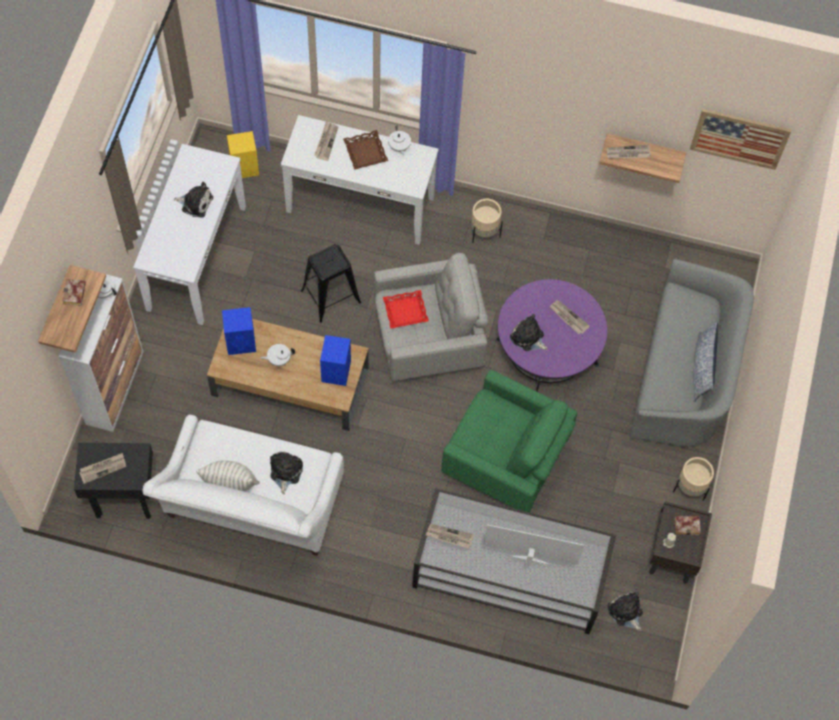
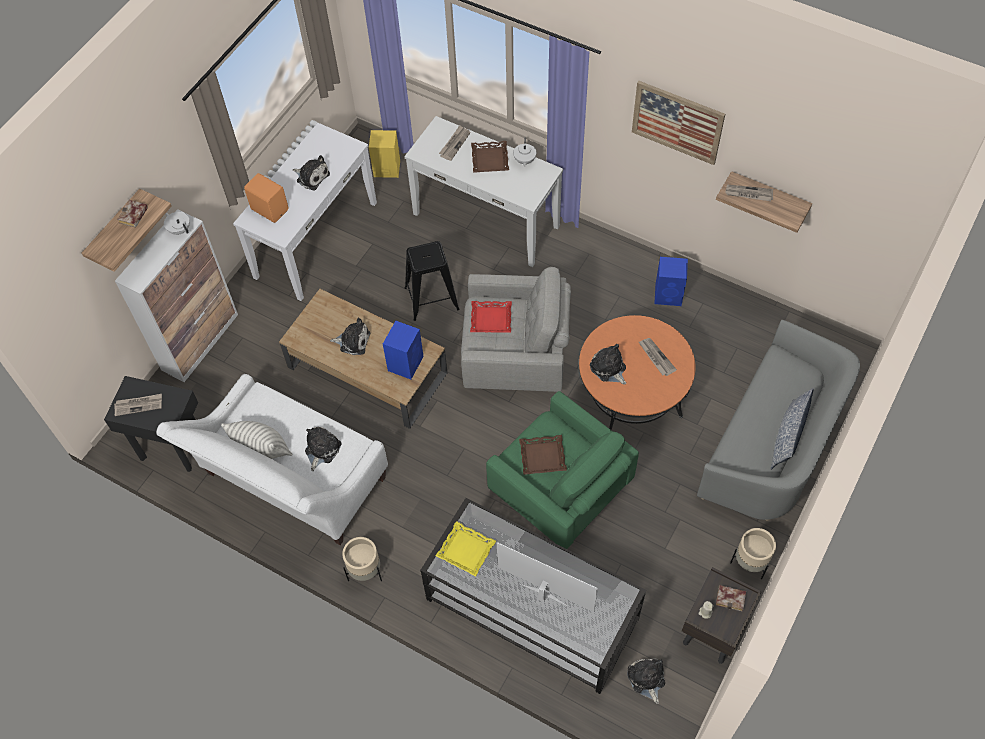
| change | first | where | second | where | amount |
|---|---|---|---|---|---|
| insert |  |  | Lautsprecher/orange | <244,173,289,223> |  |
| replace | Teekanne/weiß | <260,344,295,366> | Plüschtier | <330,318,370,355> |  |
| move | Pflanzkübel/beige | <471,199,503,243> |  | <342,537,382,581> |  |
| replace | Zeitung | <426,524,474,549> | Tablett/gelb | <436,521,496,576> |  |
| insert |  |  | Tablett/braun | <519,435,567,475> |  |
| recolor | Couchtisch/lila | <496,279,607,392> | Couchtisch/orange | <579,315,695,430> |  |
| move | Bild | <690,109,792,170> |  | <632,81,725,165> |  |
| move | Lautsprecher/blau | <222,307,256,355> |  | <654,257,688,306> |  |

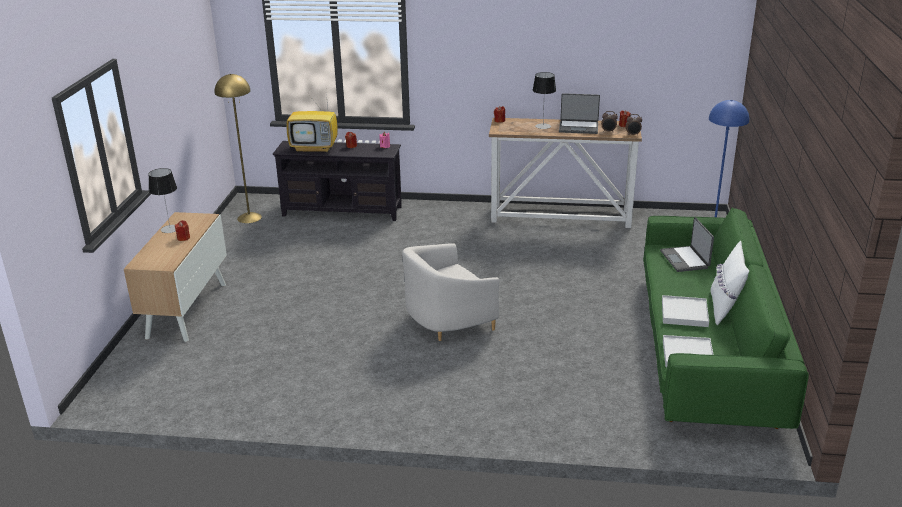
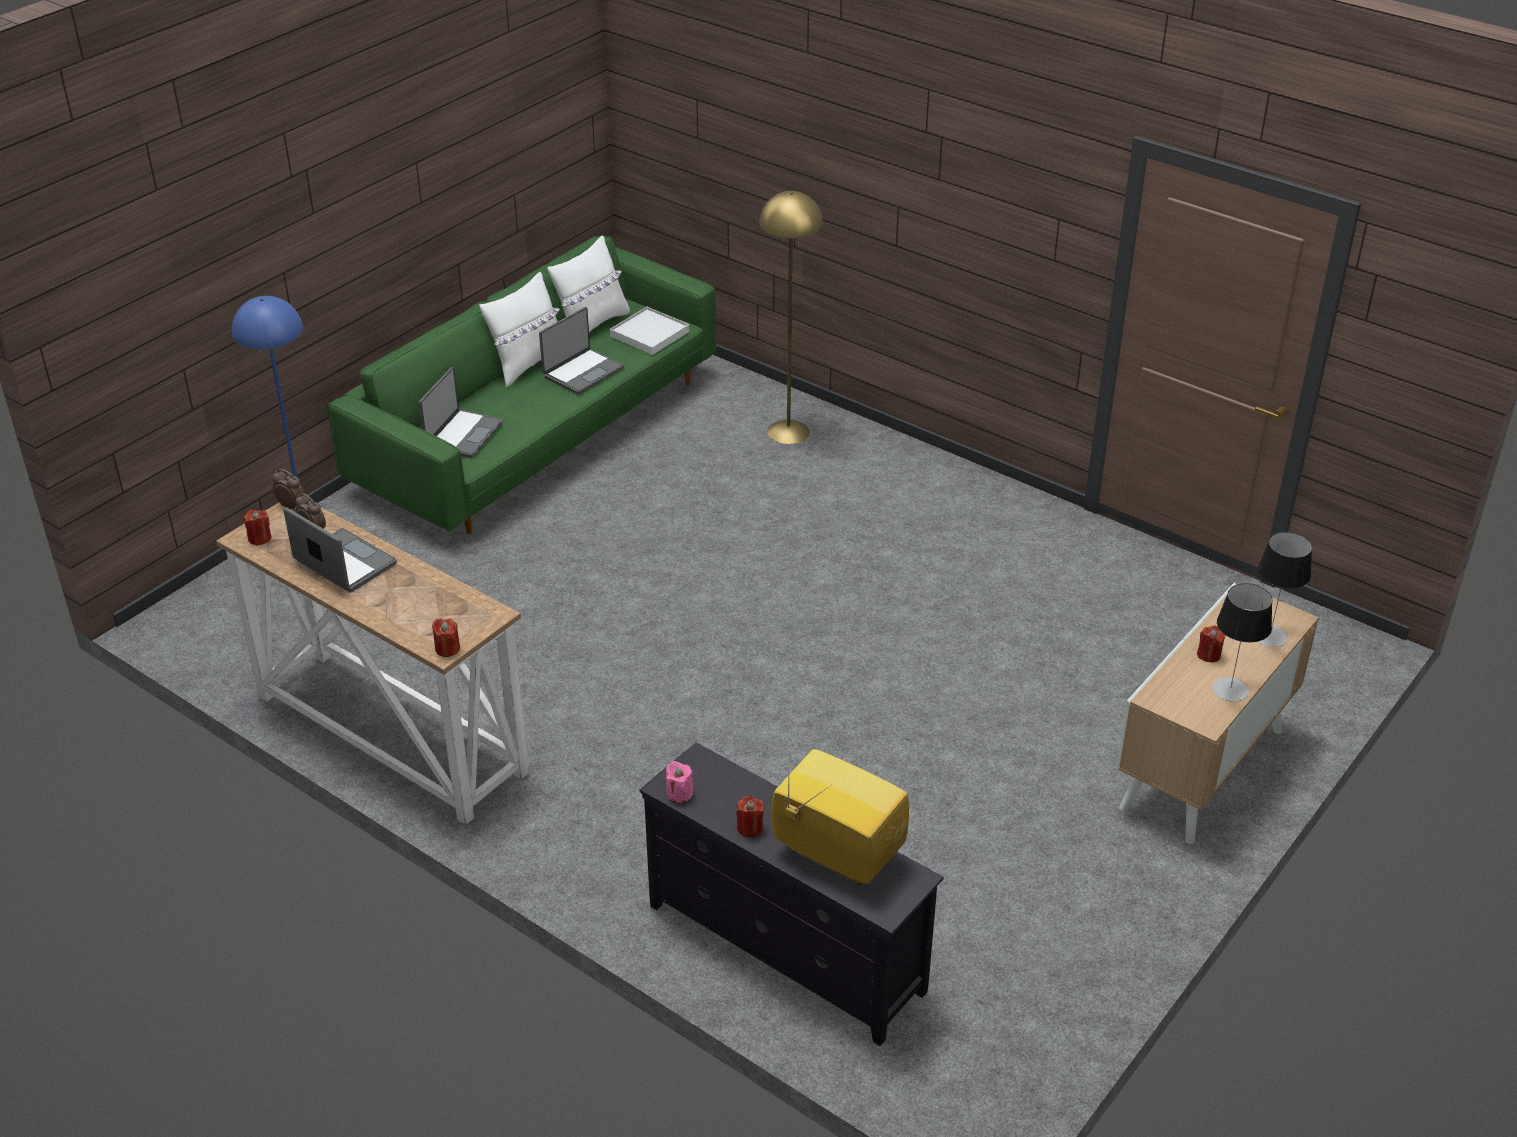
| change | first | where | second | where | amount |
|---|---|---|---|---|---|
| replace | Tablett/weiß | <662,295,709,327> | Laptop | <539,307,624,394> |  |
| insert |  |  | Kissen/weiß | <548,236,630,332> |  |
| move | Stehlampe/gelb | <215,74,262,223> |  | <760,191,823,444> |  |
| move | Tischlampe | <533,72,556,129> |  | <1258,532,1312,647> |  |
| delete | Sessel/weiß | <402,243,499,341> |  |  |  |

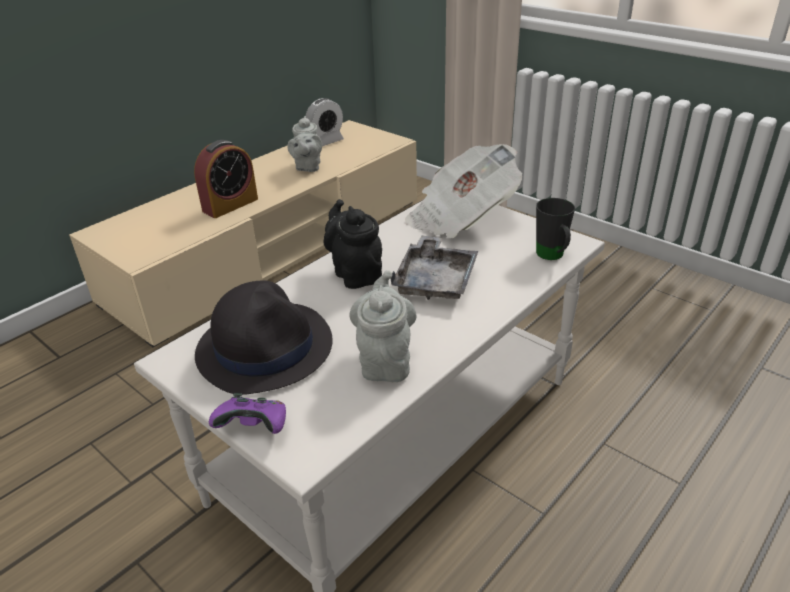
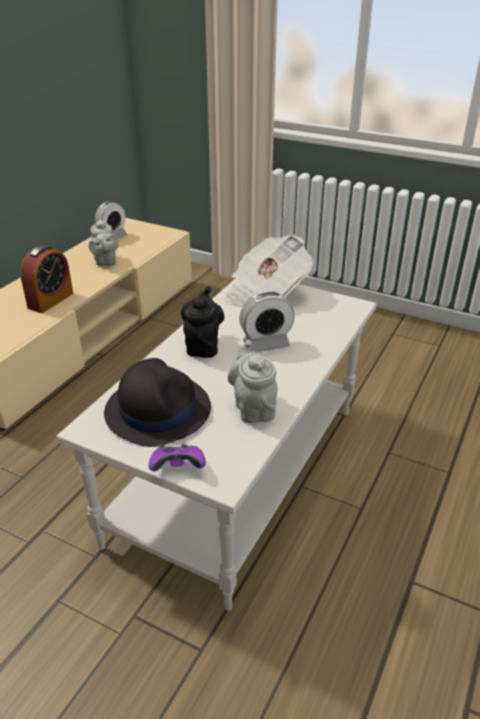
| change | first | where | second | where | amount |
|---|---|---|---|---|---|
| rotate | Teekanne/schwarz | <323,199,382,289> |  | <181,287,224,358> | 45 degrees clockwise |
| replace | Tablett/grau | <390,235,478,300> | Wecker | <239,291,295,352> |  |
| delete | Henkelbecher/schwarz | <536,198,575,260> |  |  |  |

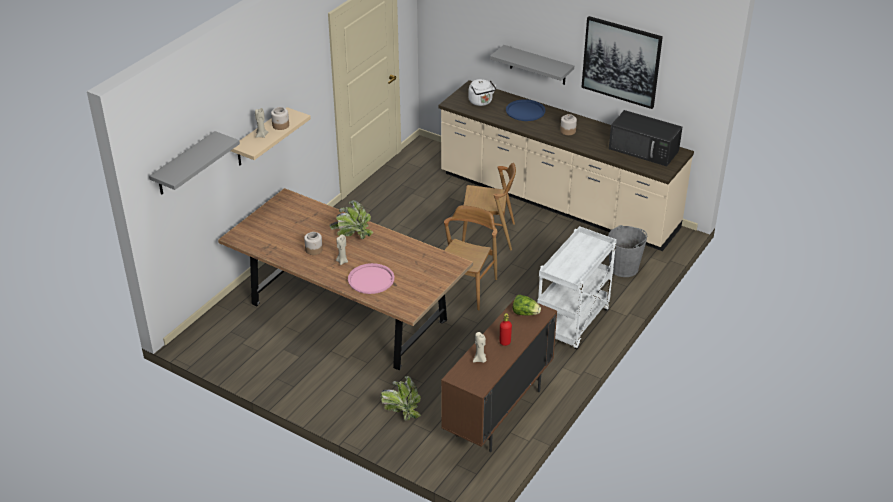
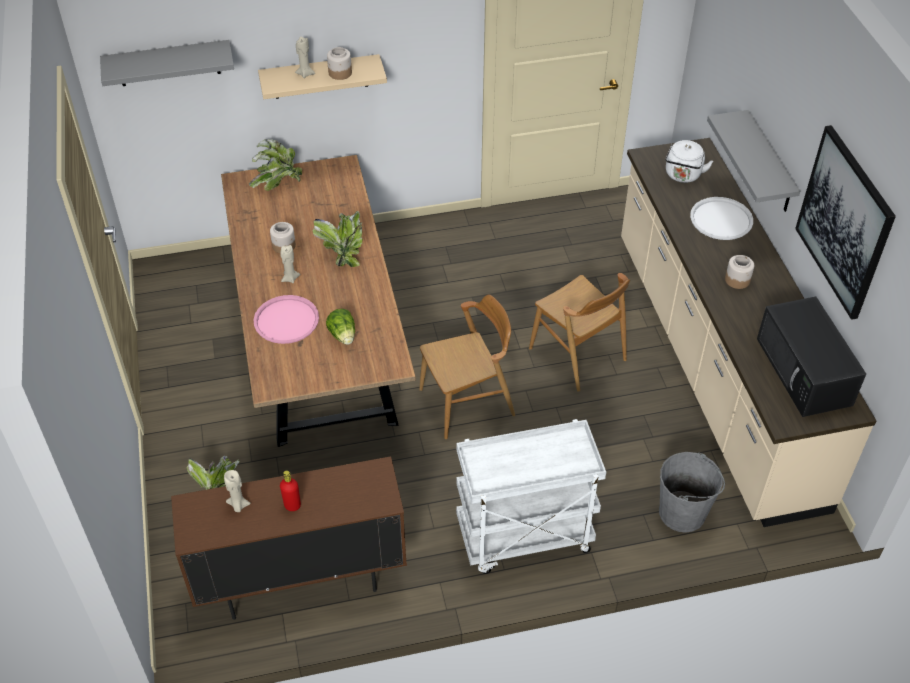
| change | first | where | second | where | amount |
|---|---|---|---|---|---|
| insert |  |  | Topfpflanze | <249,139,303,191> |  |
| move | Salatkopf | <513,294,541,315> |  | <326,309,355,345> |  |
| recolor | Tablett/blau | <506,99,545,121> | Tablett/weiß | <690,197,753,240> |  |

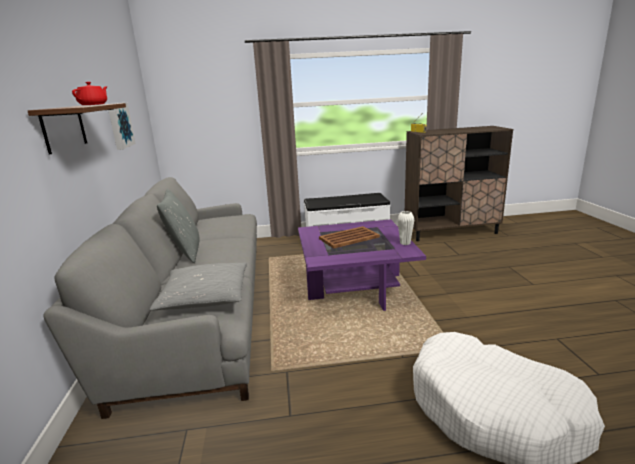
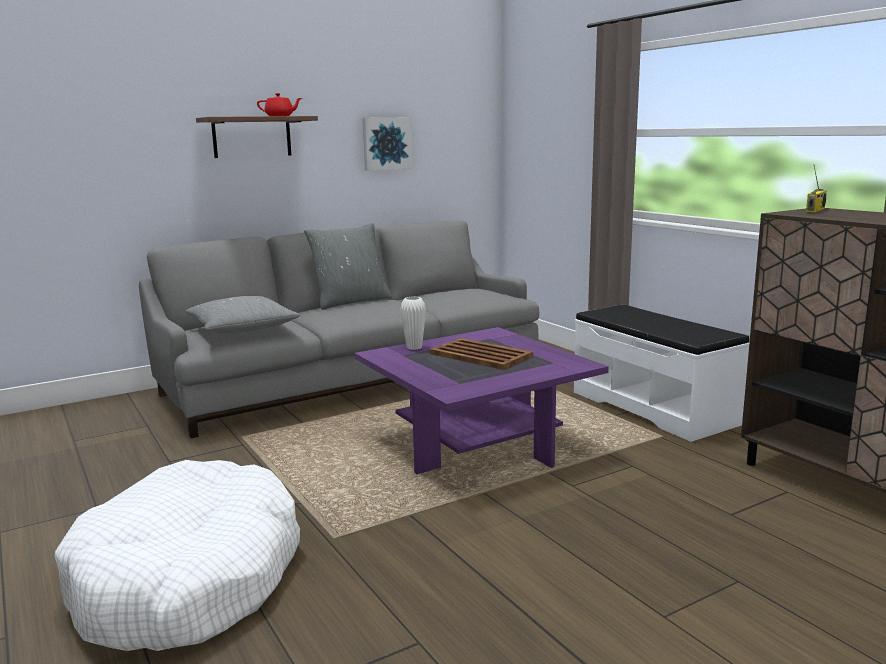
| change | first | where | second | where | amount |
|---|---|---|---|---|---|
| move | Vase/weiß | <397,211,414,245> |  | <400,297,426,350> |  |

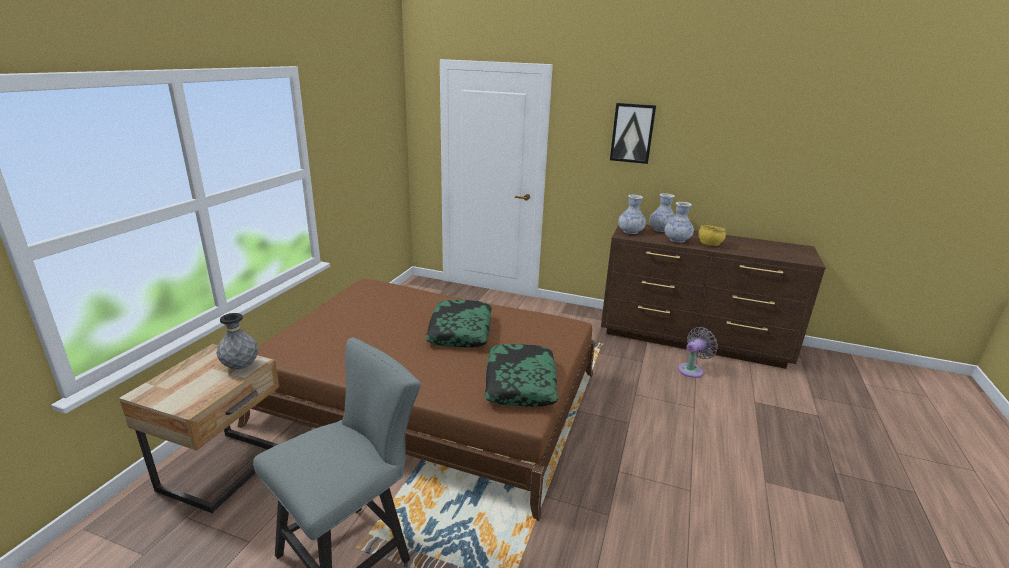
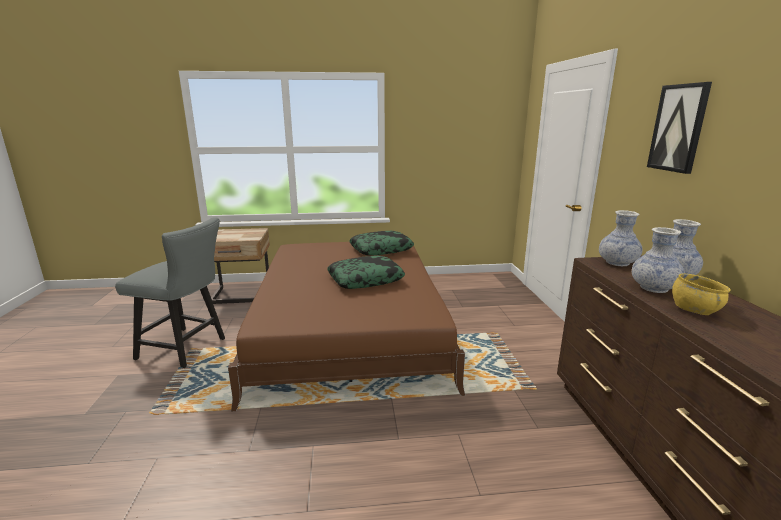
| change | first | where | second | where | amount |
|---|---|---|---|---|---|
| move | Kissen | <485,344,558,407> |  | <349,231,414,256> |  |
| delete | Vase/grau | <216,313,258,370> |  |  |  |
| delete | Ventilator/grau | <678,327,718,378> |  |  |  |

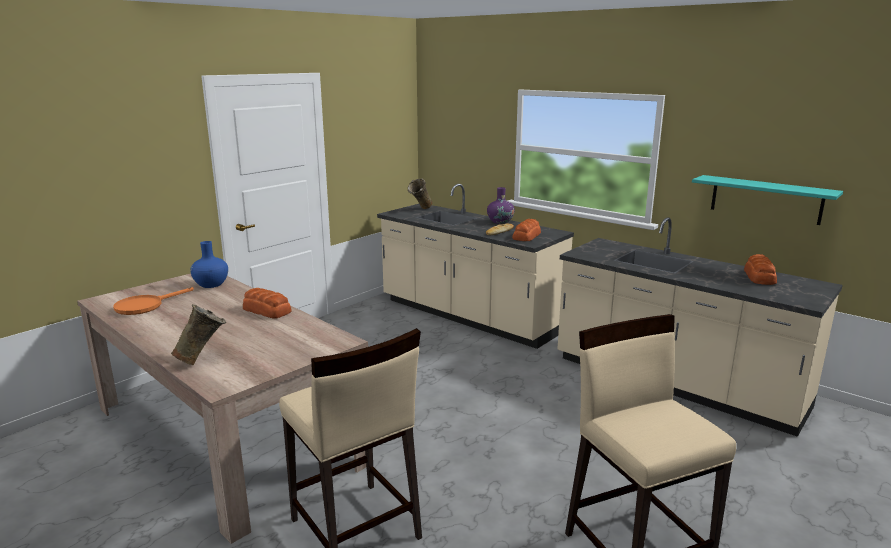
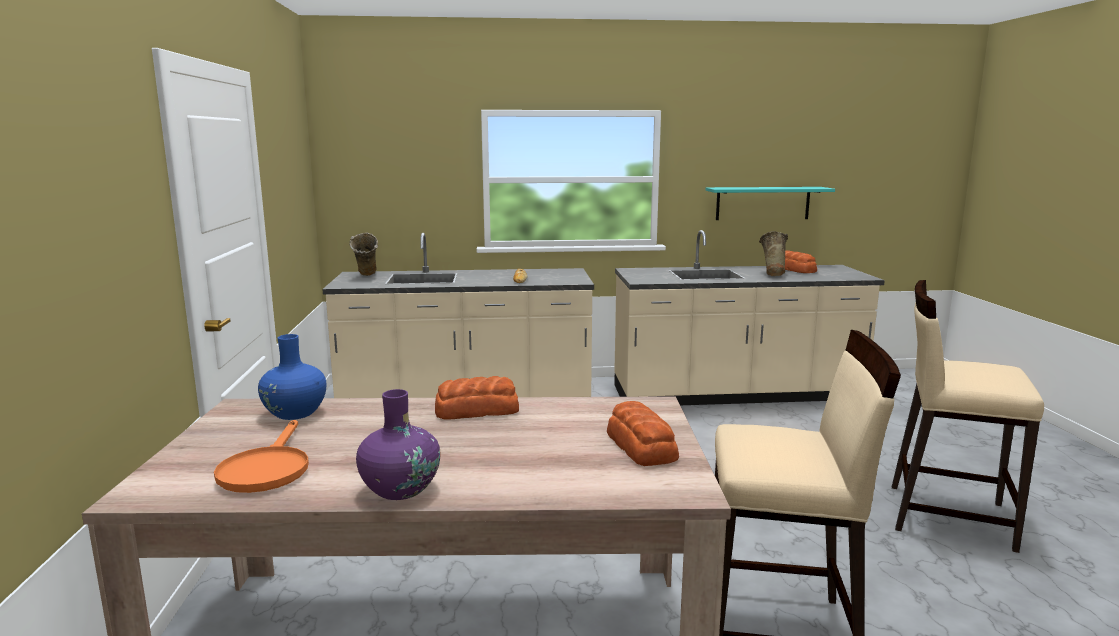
| change | first | where | second | where | amount |
|---|---|---|---|---|---|
| move | Vase/lila | <487,187,515,224> |  | <356,389,440,500> |  |
| move | Brot | <512,219,541,241> |  | <607,401,679,466> |  |
| move | Vase/beige | <171,304,226,365> |  | <759,231,788,276> |  |

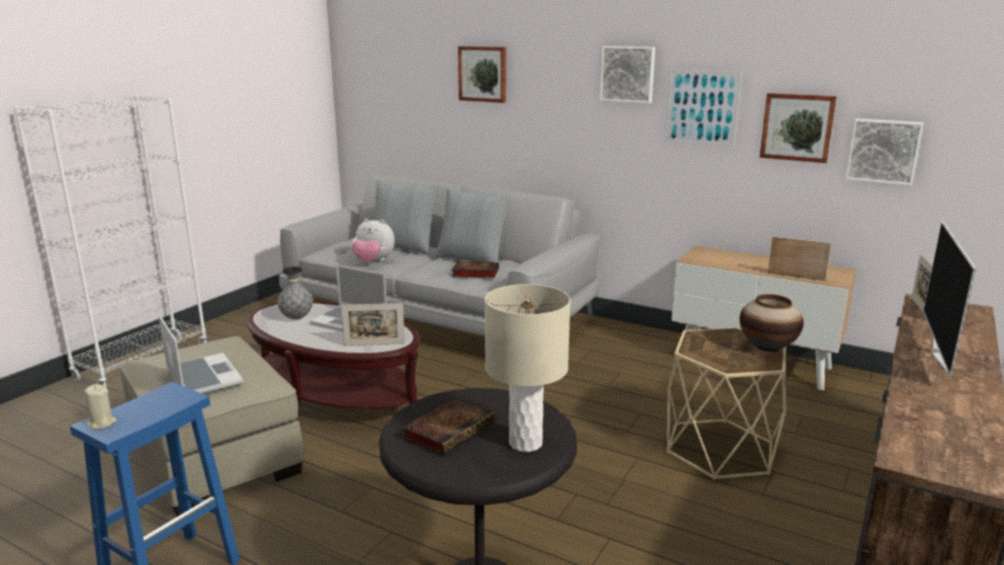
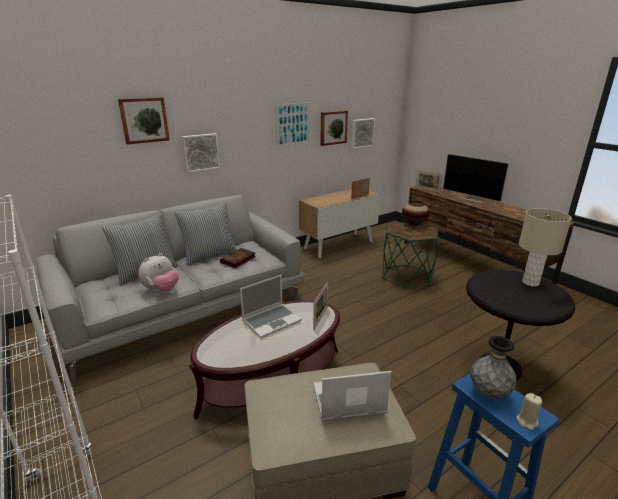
| change | first | where | second | where | amount |
|---|---|---|---|---|---|
| move | Bild | <600,46,655,103> |  | <182,133,220,172> |  |
| recolor | Beistelltisch/beige | <666,327,786,480> | Beistelltisch/grün | <383,222,438,289> |  |
| move | Vase/grau | <277,266,313,319> |  | <471,336,517,399> |  |
| delete | Buch | <402,398,495,455> |  |  |  |

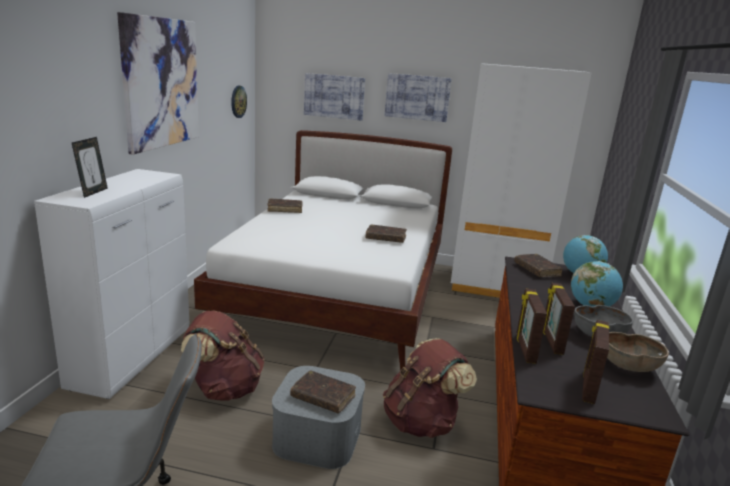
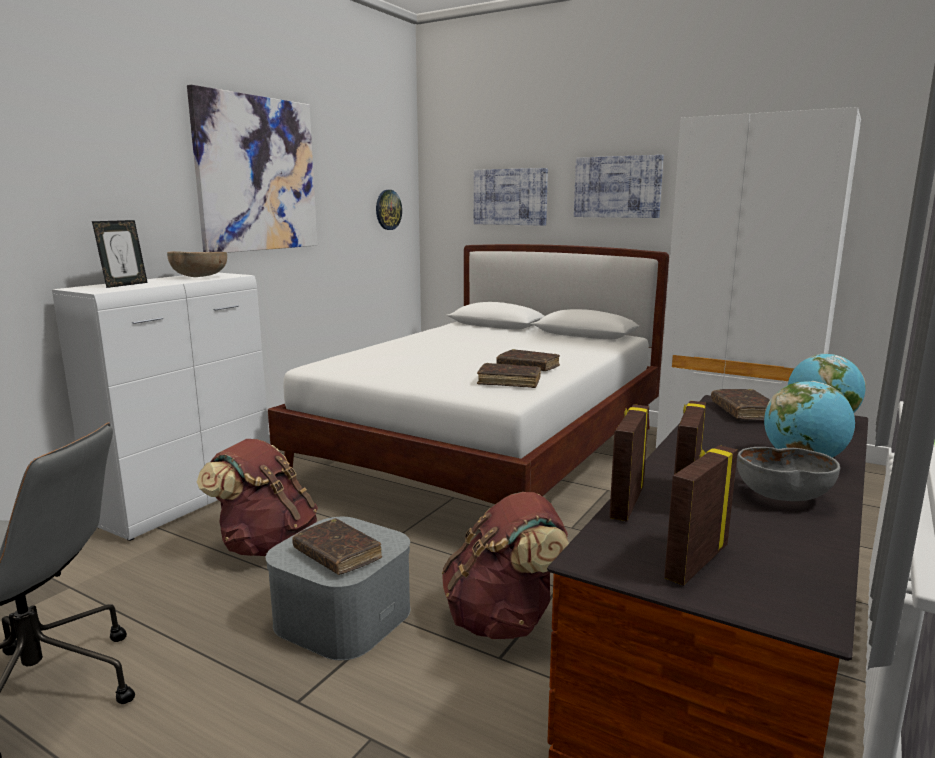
| change | first | where | second | where | amount |
|---|---|---|---|---|---|
| move | Schüssel/braun | <607,332,669,372> |  | <167,251,227,277> |  |
| move | Buch/braun | <267,198,302,213> |  | <477,363,541,388> |  |

